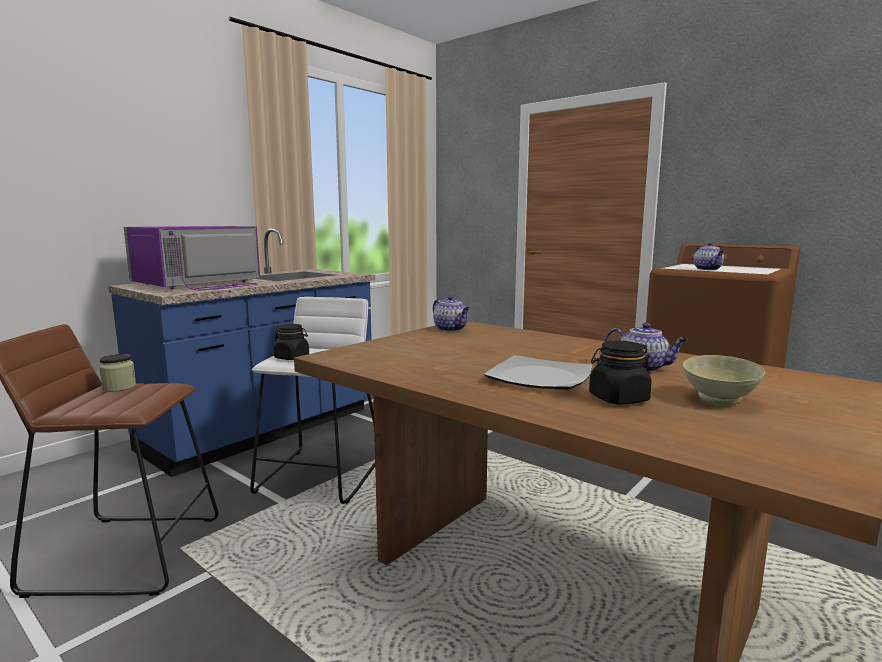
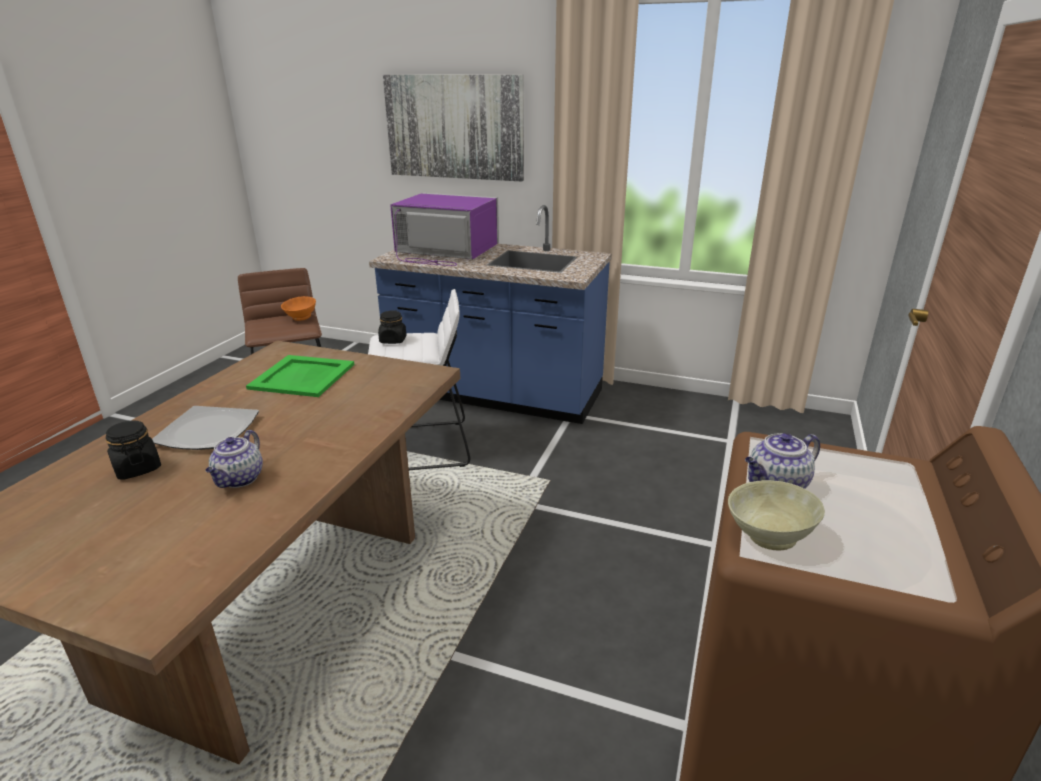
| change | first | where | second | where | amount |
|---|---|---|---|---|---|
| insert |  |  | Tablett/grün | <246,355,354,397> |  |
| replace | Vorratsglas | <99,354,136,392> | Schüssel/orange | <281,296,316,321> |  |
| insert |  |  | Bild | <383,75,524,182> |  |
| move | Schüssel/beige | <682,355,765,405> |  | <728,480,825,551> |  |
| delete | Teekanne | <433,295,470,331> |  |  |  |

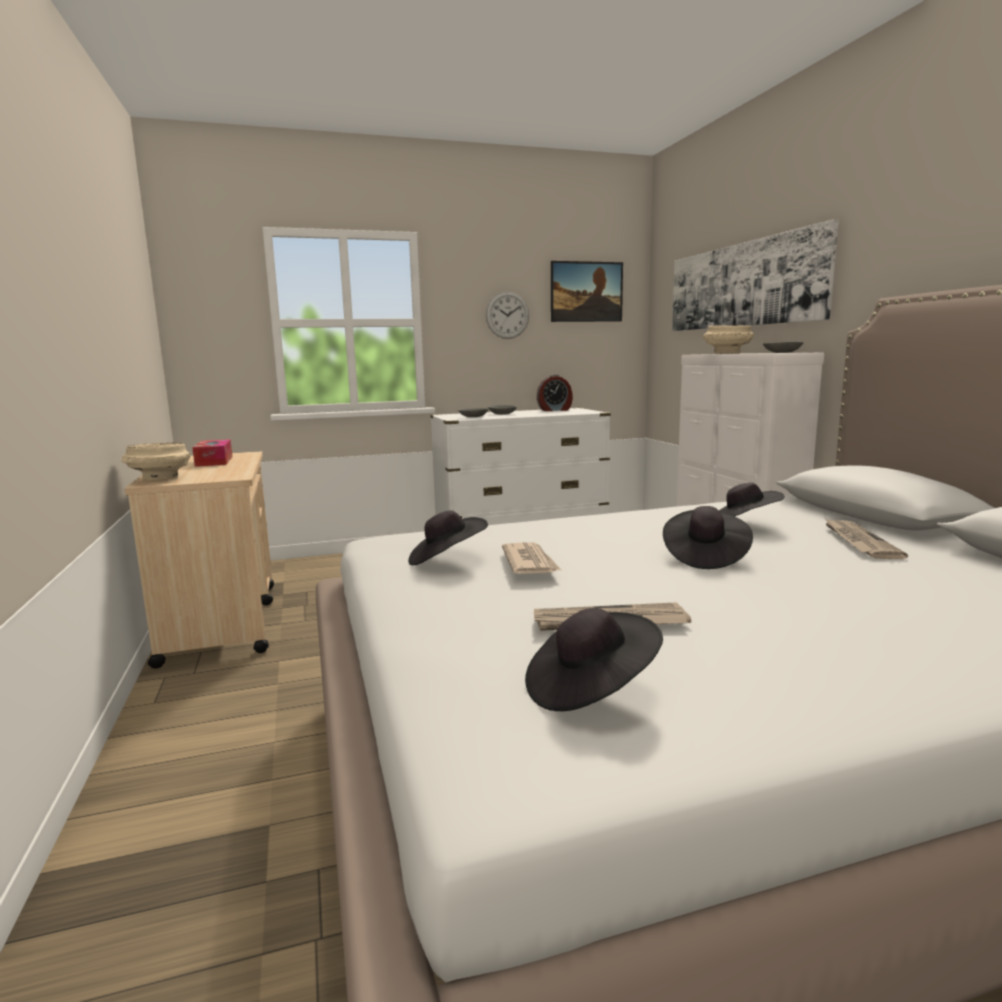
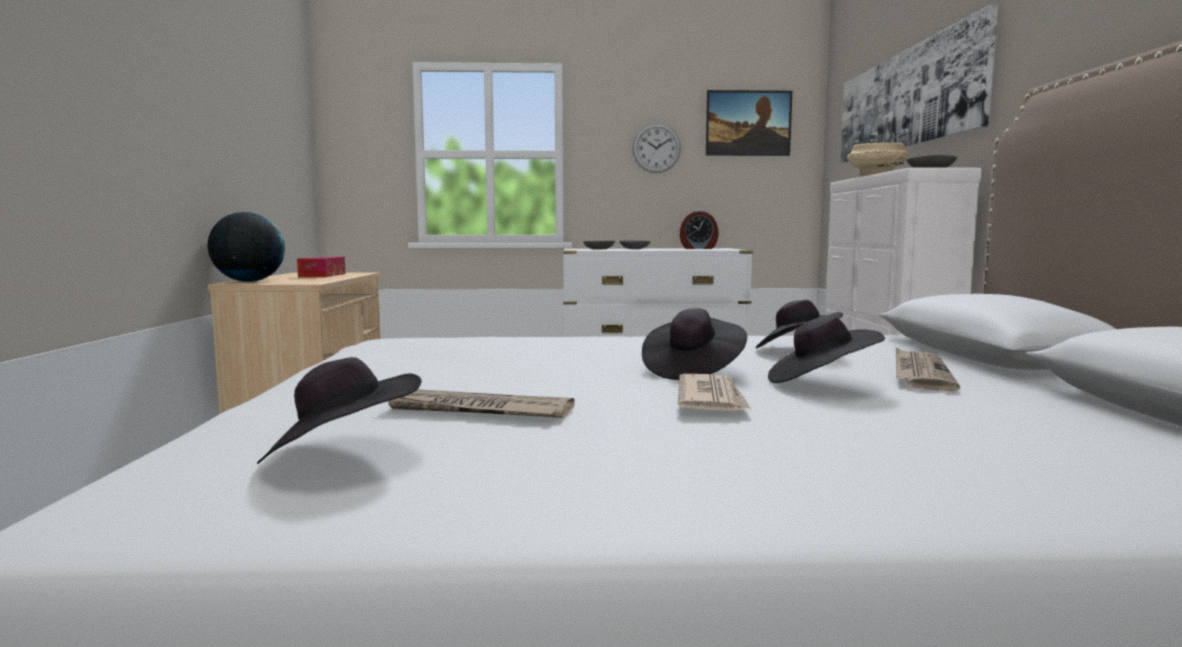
| change | first | where | second | where | amount |
|---|---|---|---|---|---|
| replace | Schüssel/beige | <121,443,190,480> | Globus | <208,212,285,282> |  |
| move | Zeitung | <502,542,561,574> |  | <678,374,752,411> |  |
| move | Hut/schwarz | <408,510,488,566> |  | <768,316,885,383> |  |

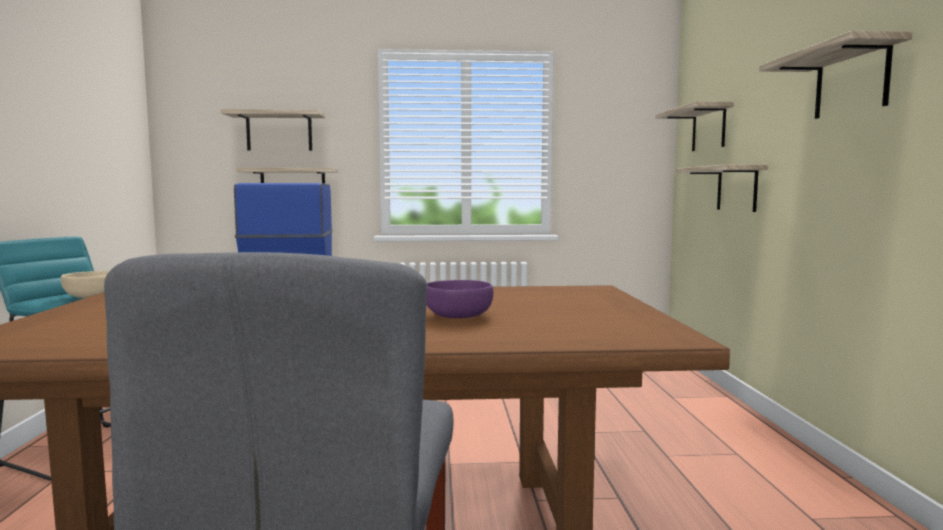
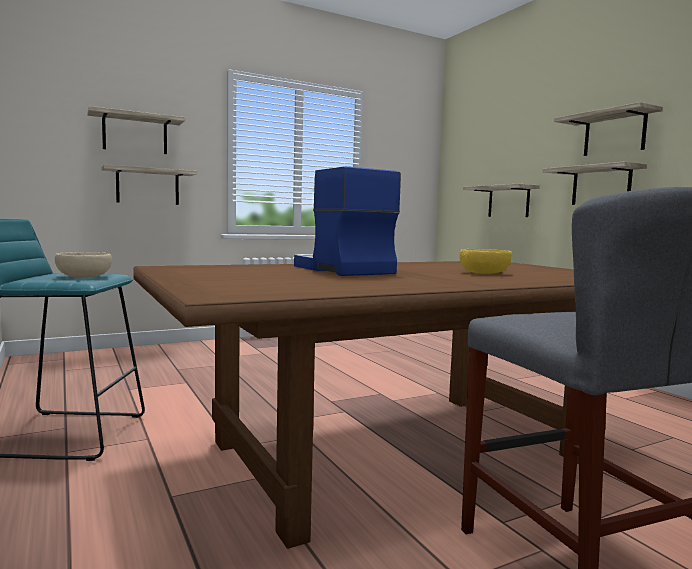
| change | first | where | second | where | amount |
|---|---|---|---|---|---|
| recolor | Schüssel/lila | <426,280,493,318> | Schüssel/gelb | <459,249,512,274> |  |
| move | Wandregal | <656,101,734,151> |  | <543,162,647,205> |  |

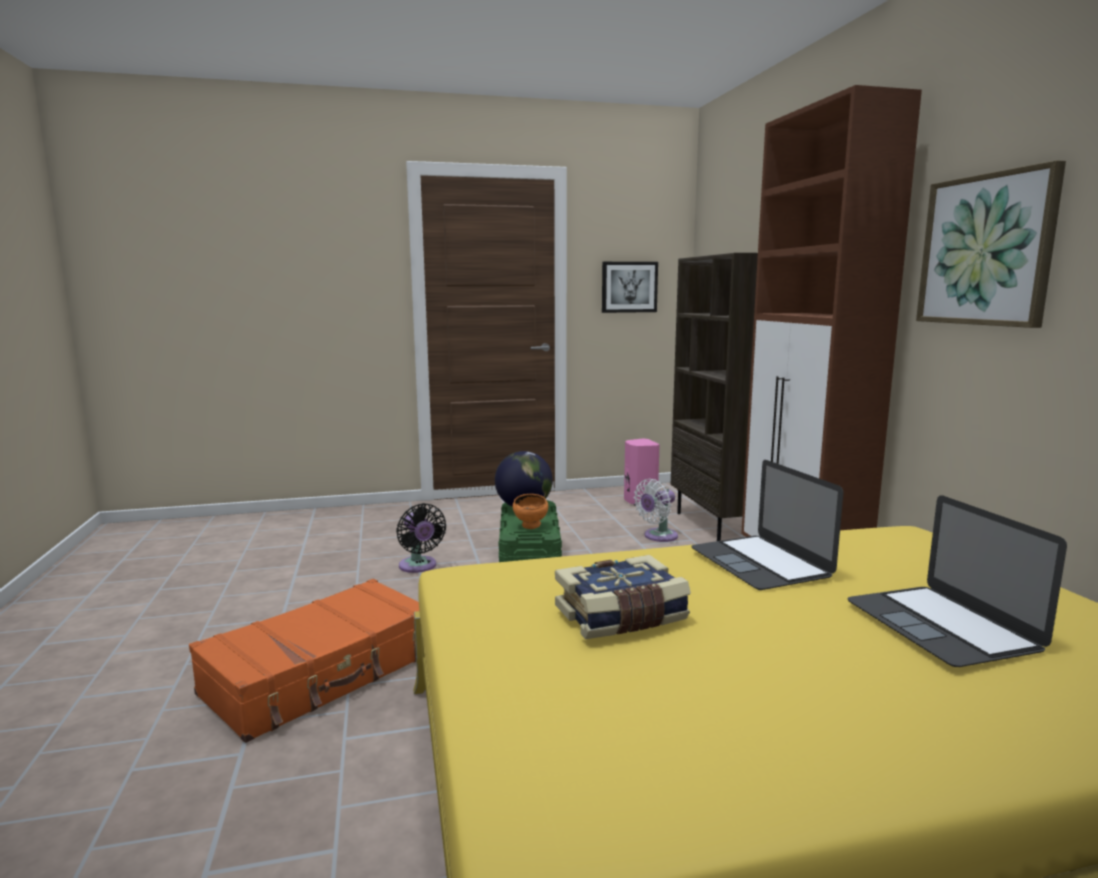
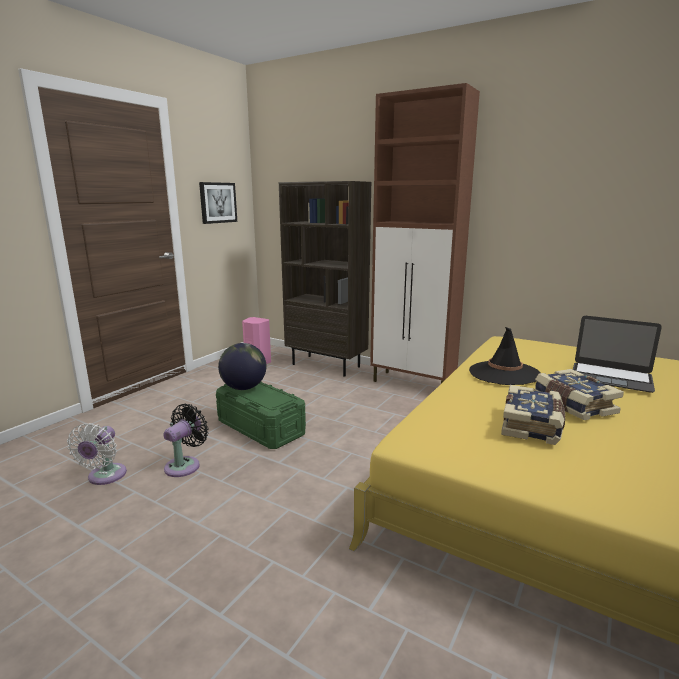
| change | first | where | second | where | amount |
|---|---|---|---|---|---|
| move | Ventilator/weiß | <634,479,678,542> |  | <67,423,127,485> |  |
| rotate | Ventilator/schwarz | <396,503,446,573> |  | <163,404,209,477> | 75 degrees counterclockwise |
| replace | Laptop | <691,460,843,590> | Hut/schwarz | <469,327,541,385> |  |
| insert |  |  | Buch | <534,369,624,420> |  |
| delete | Koffer/orange | <189,579,419,743> |  |  |  |
| delete | Schüssel/orange | <513,494,548,529> |  |  |  |
| delete | Bild | <916,160,1066,328> |  |  |  |

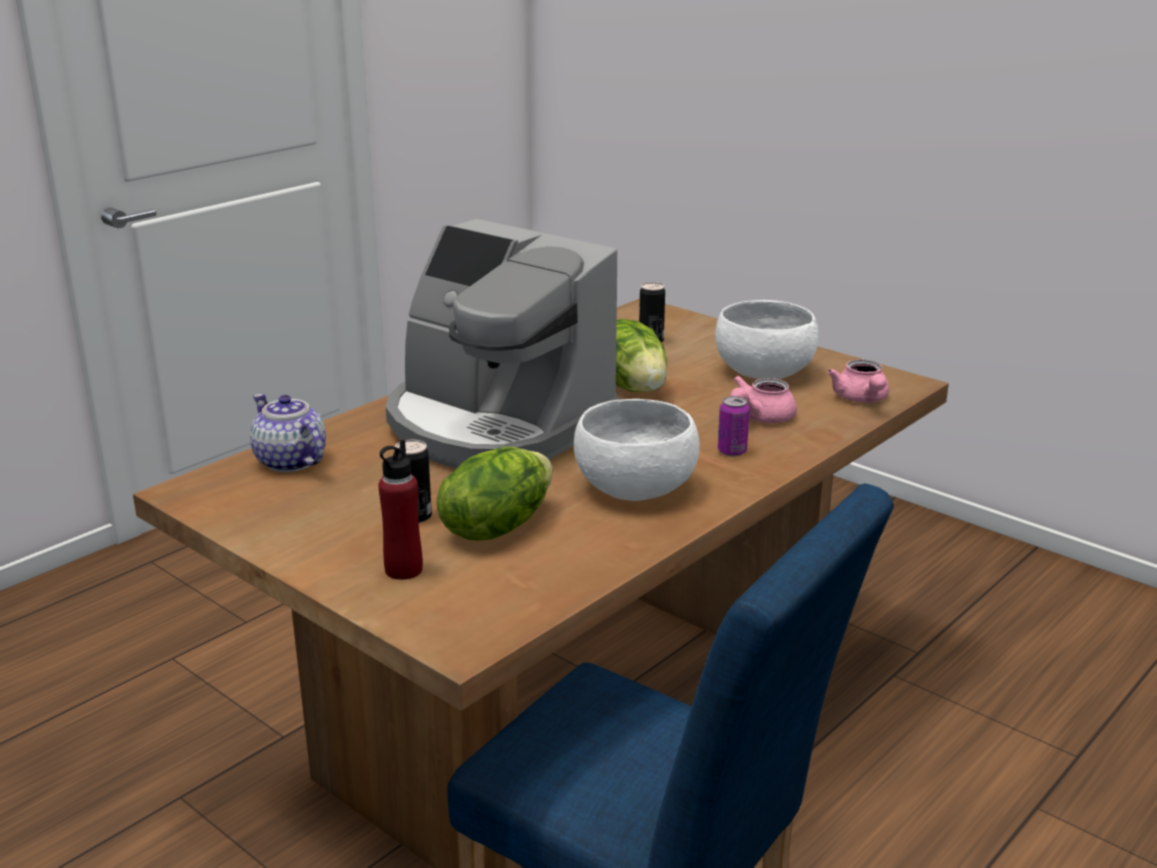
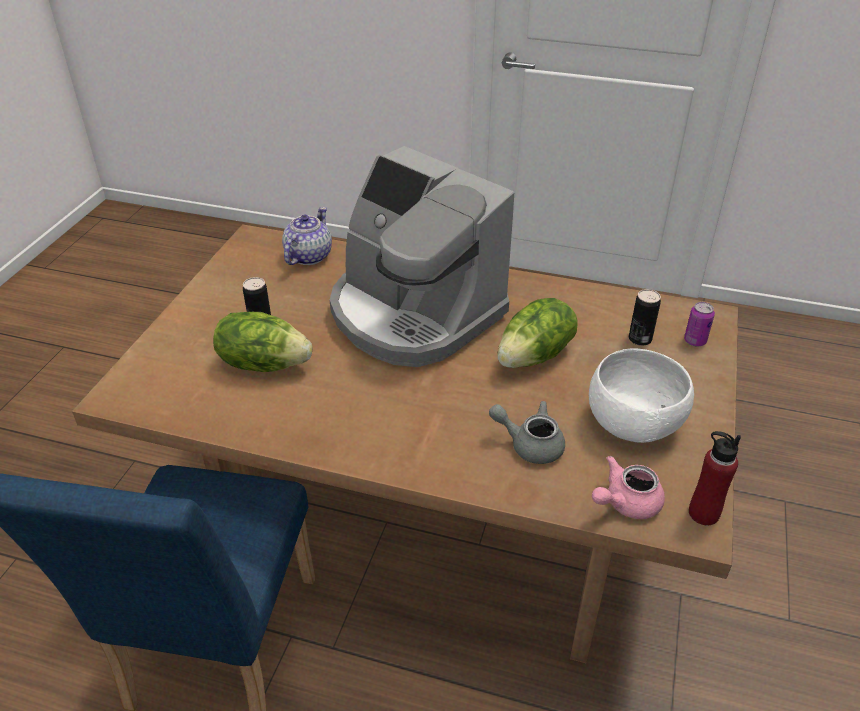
| change | first | where | second | where | amount |
|---|---|---|---|---|---|
| rotate | Kaffeemaschine | <386,219,619,468> |  | <330,146,514,367> | 60 degrees counterclockwise |
| recolor | Teekanne/rosa | <730,376,797,423> | Teekanne/grau | <489,401,565,464> |  |
| move | Dose | <718,396,750,456> |  | <684,302,715,346> |  |
| move | Flasche/rot | <378,440,423,580> |  | <689,431,741,525> |  |
| delete | Schüssel/weiß | <574,399,700,501> |  |  |  |

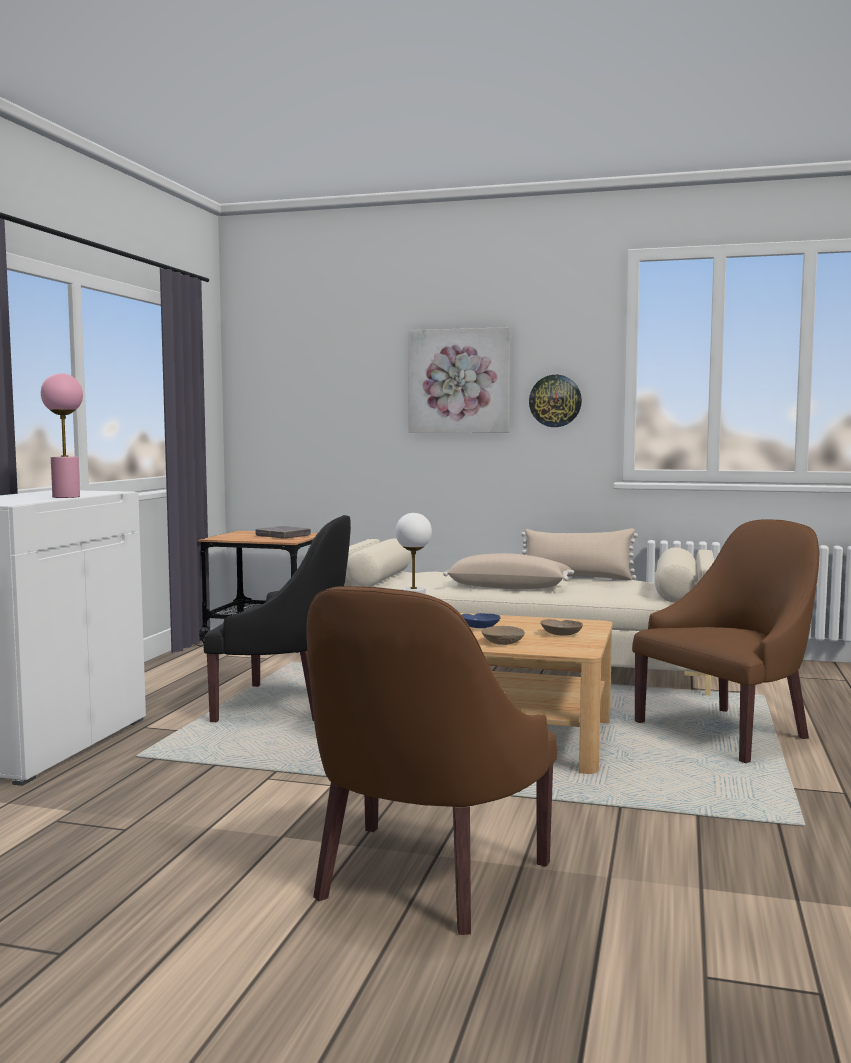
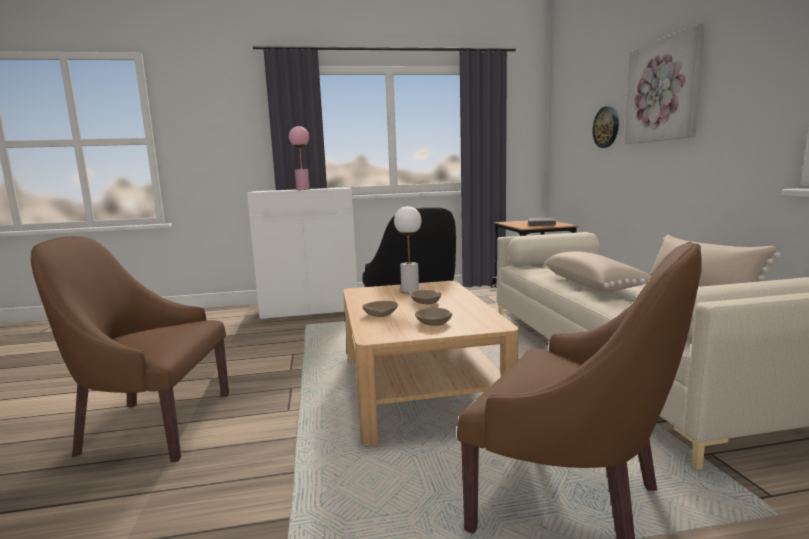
| change | first | where | second | where | amount |
|---|---|---|---|---|---|
| recolor | Schüssel/blau | <462,613,501,628> | Schüssel/beige | <410,290,441,304> |  |
| move | Wanduhr | <529,375,582,427> |  | <592,106,619,148> |  |

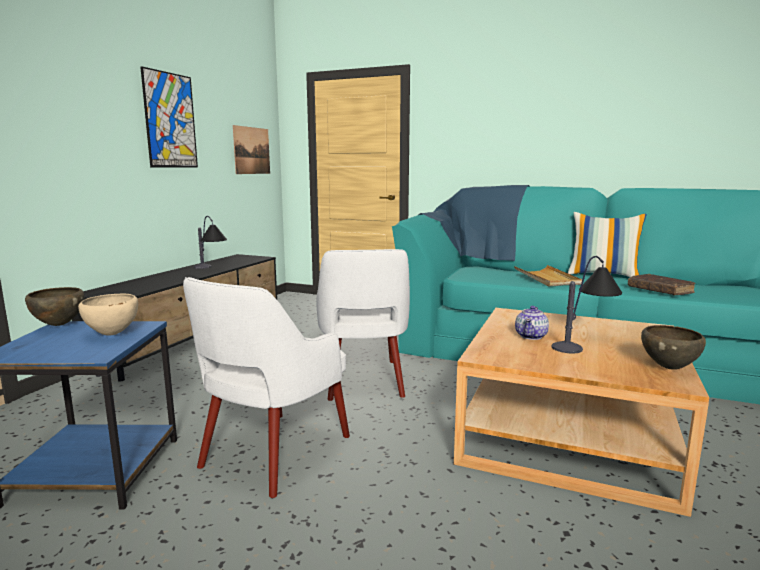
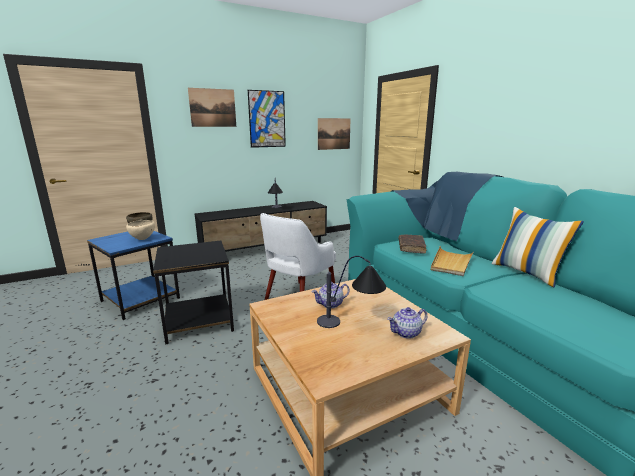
| change | first | where | second | where | amount |
|---|---|---|---|---|---|
| replace | Sessel/weiß | <183,277,350,498> | Beistelltisch/schwarz | <153,241,234,345> |  |
| insert |  |  | Bild | <188,88,236,127> |  |
| insert |  |  | Teekanne | <387,307,427,339> |  |
| move | Buch/braun | <628,274,696,296> |  | <399,234,426,254> |  |
| delete | Schüssel/braun | <641,325,706,370> |  |  |  |

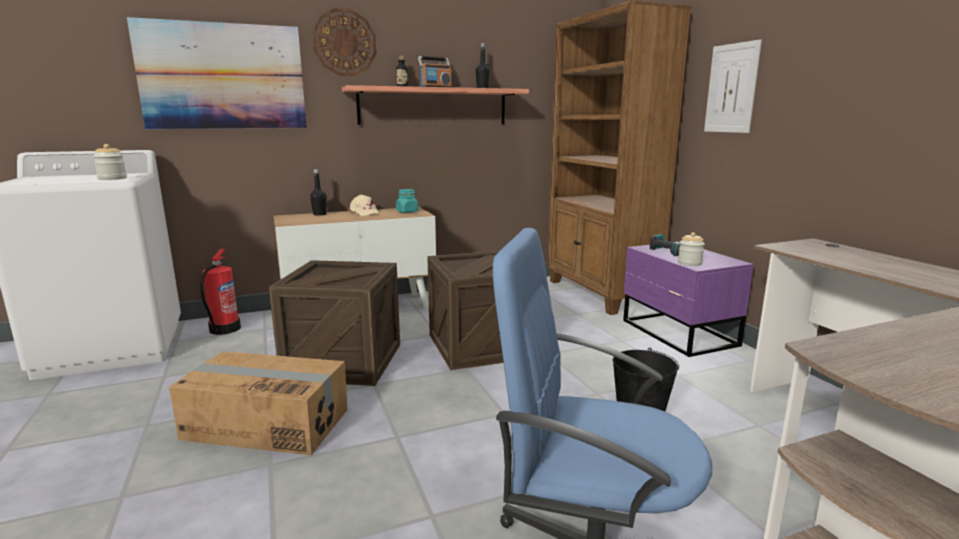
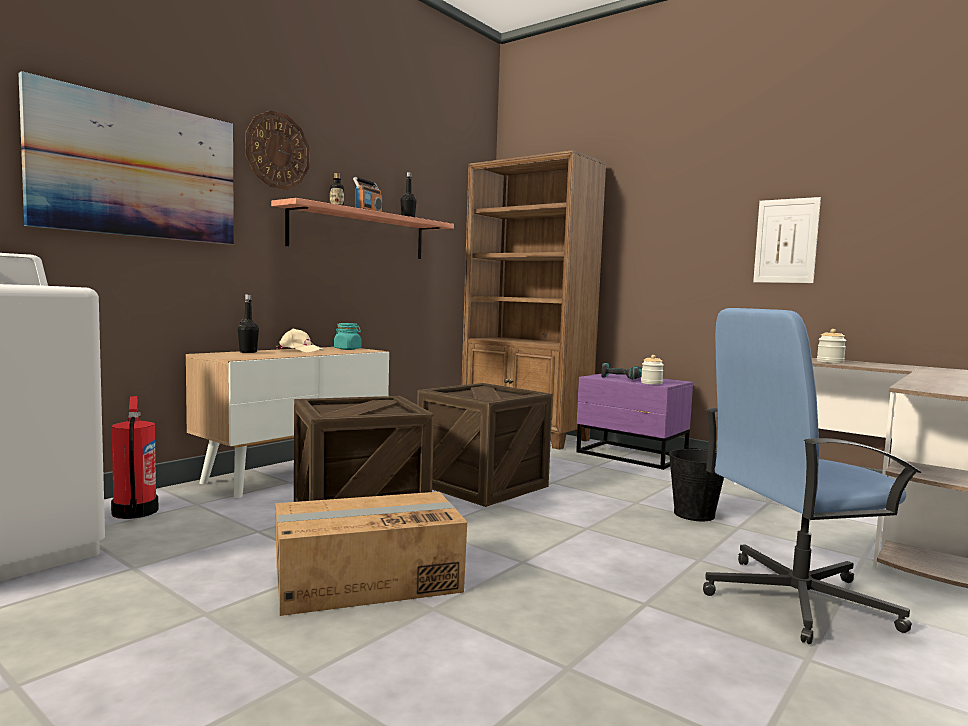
| change | first | where | second | where | amount |
|---|---|---|---|---|---|
| move | Bild | <704,40,762,133> |  | <753,197,821,283> |  |
| move | Vorratsglas | <93,144,127,180> |  | <817,329,846,363> |  |

